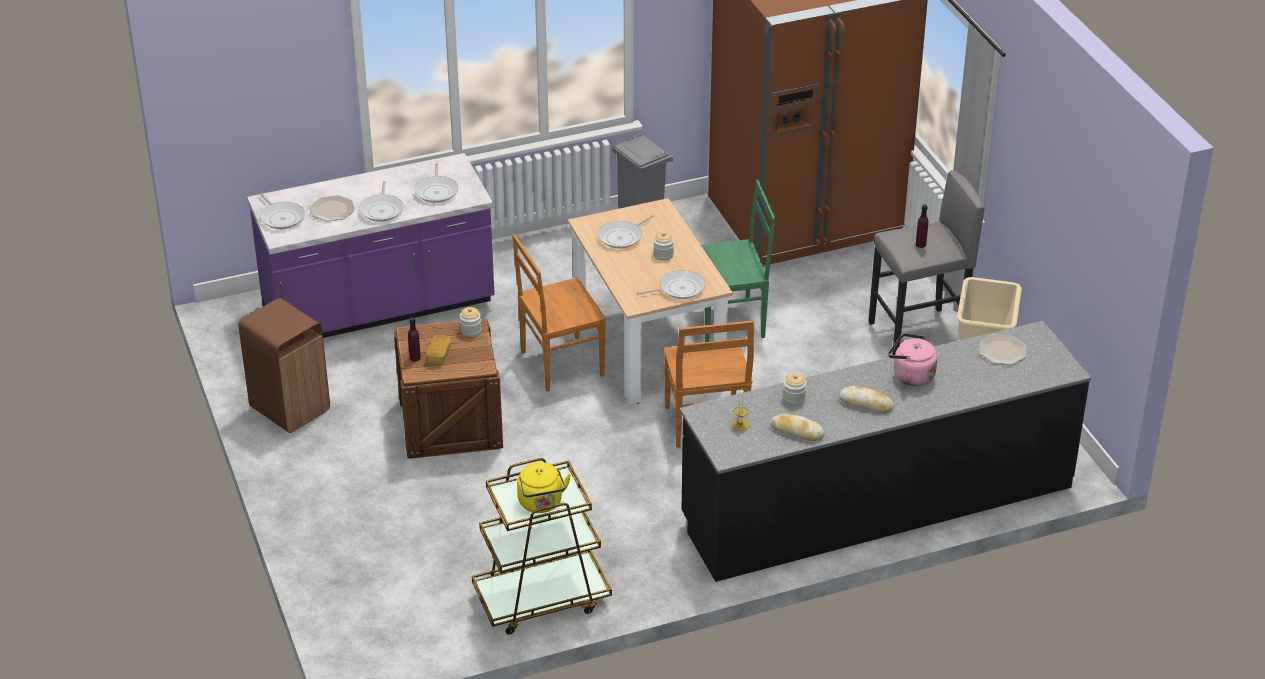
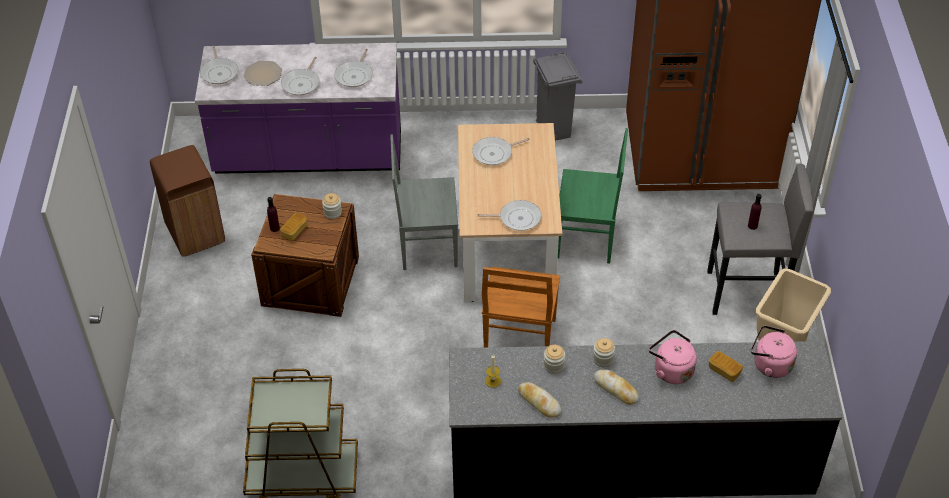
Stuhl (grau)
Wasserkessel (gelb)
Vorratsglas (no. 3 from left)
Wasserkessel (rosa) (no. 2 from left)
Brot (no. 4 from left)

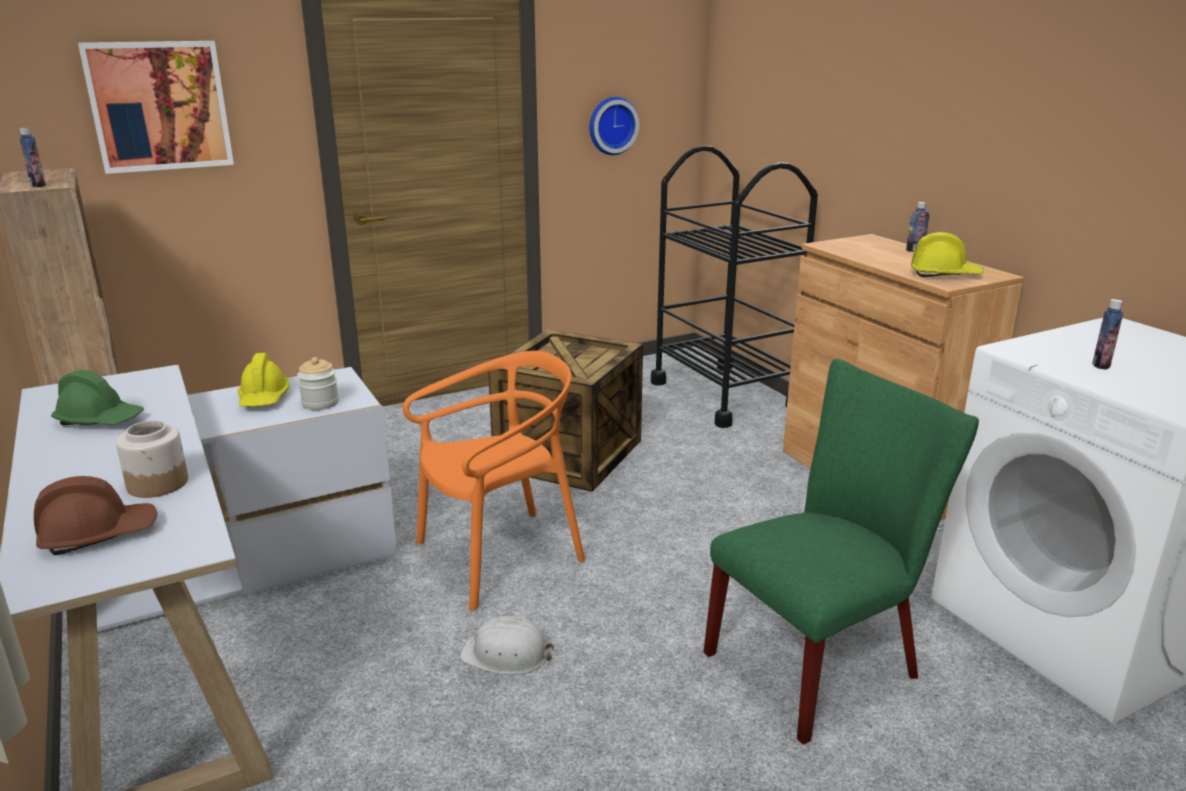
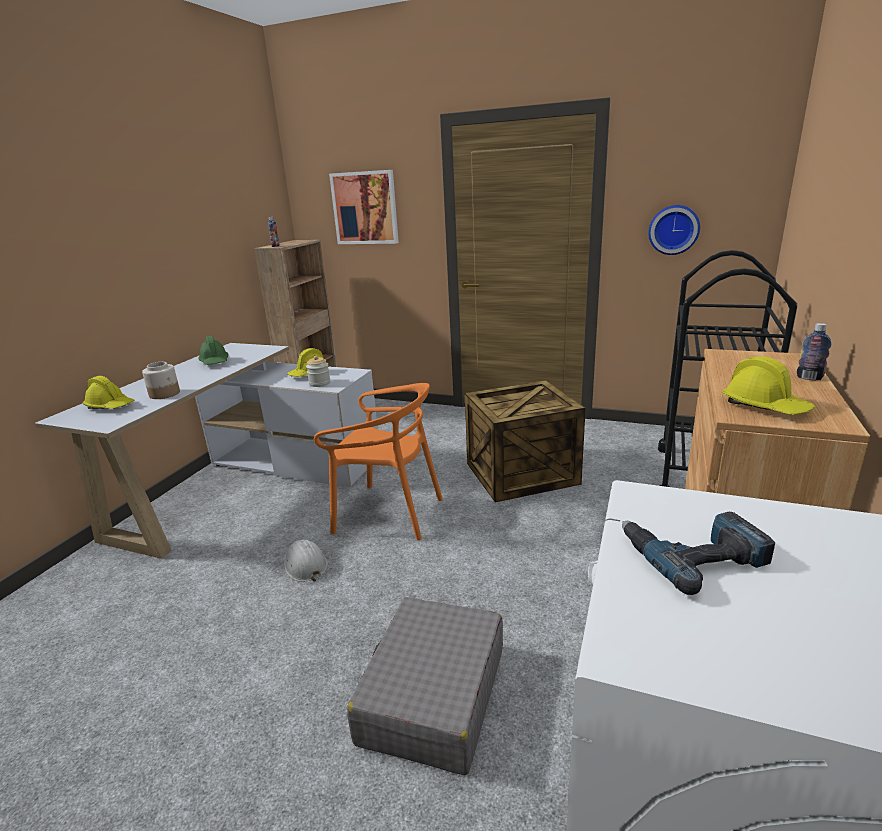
Schutzhelm (gelb) (no. 1 from left)
Koffer (grau)
Bohrmaschine

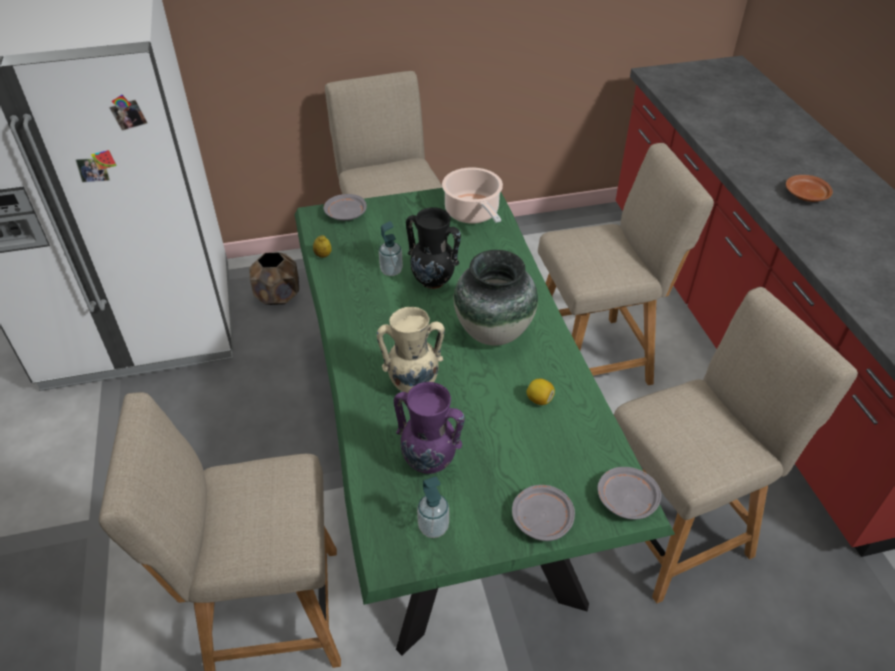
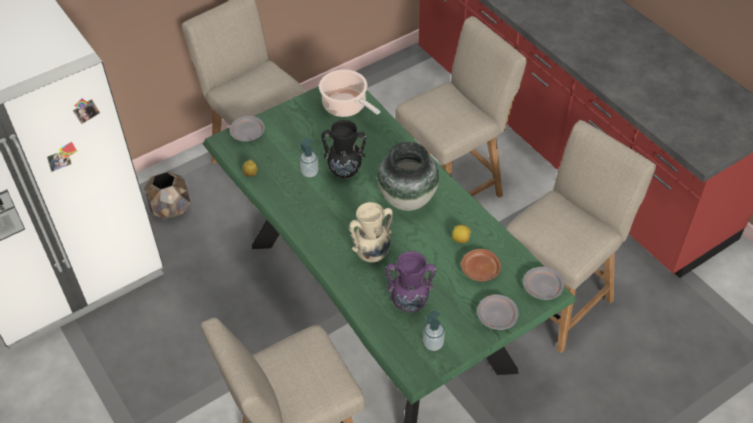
Teller (braun)

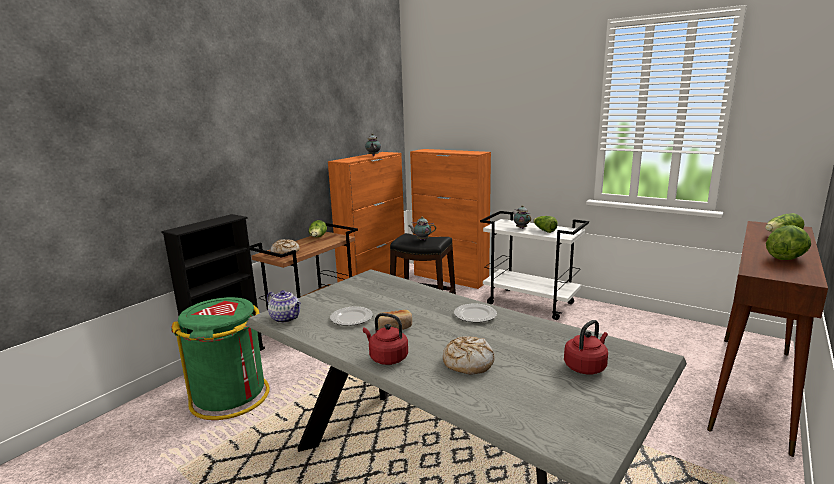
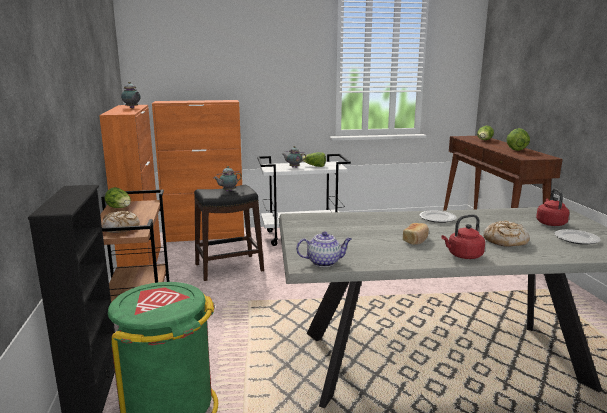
Teller (no. 2 from left)

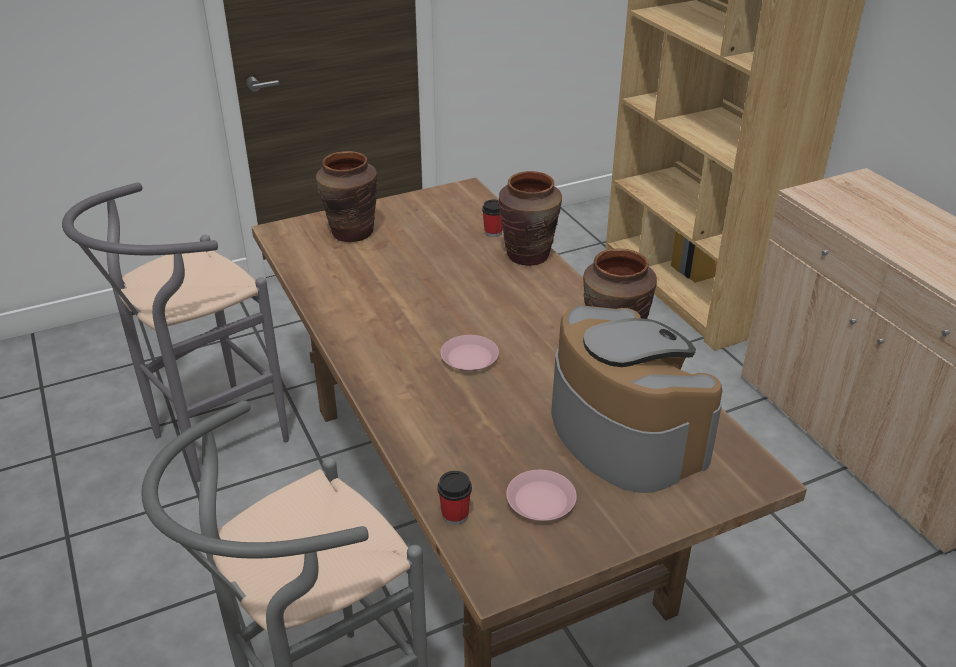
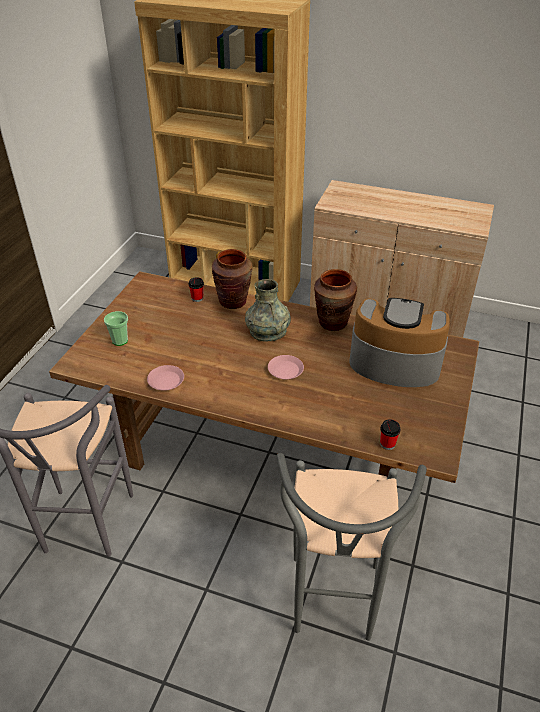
Tasse (no. 1 from left)
Teller (rosa) (no. 1 from left)
Vase (grau)

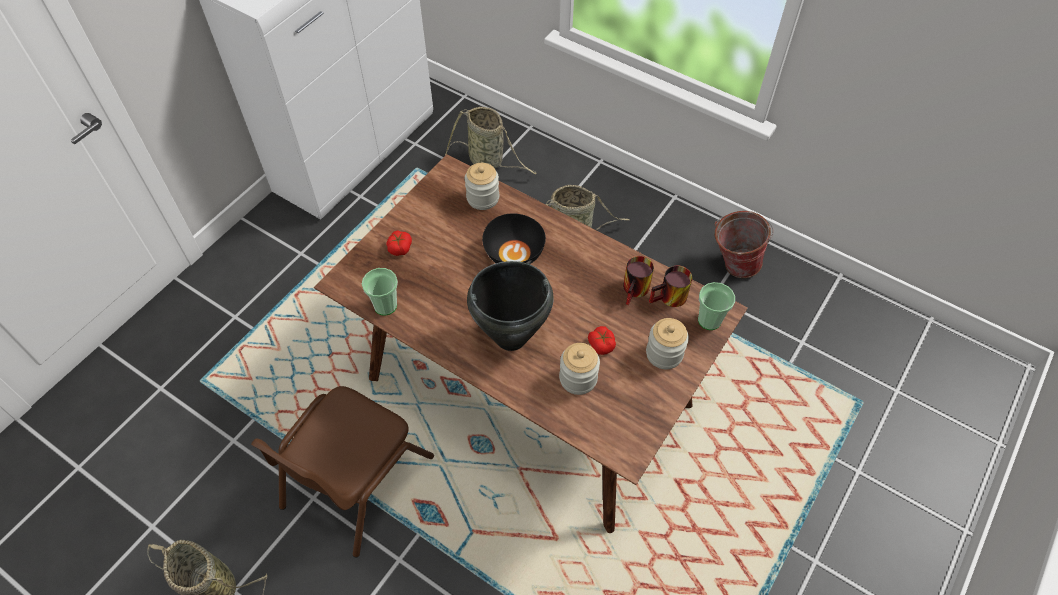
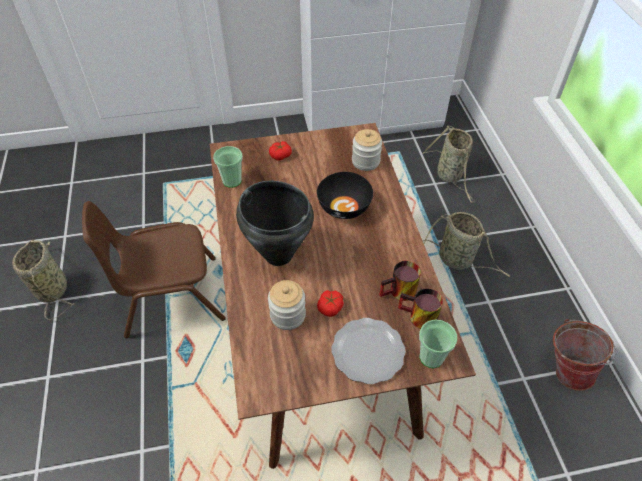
Teller

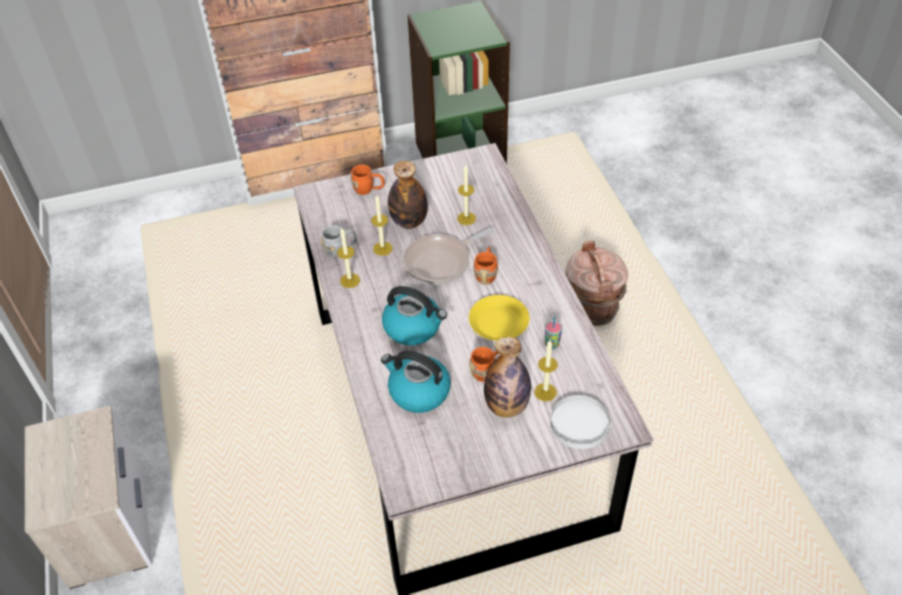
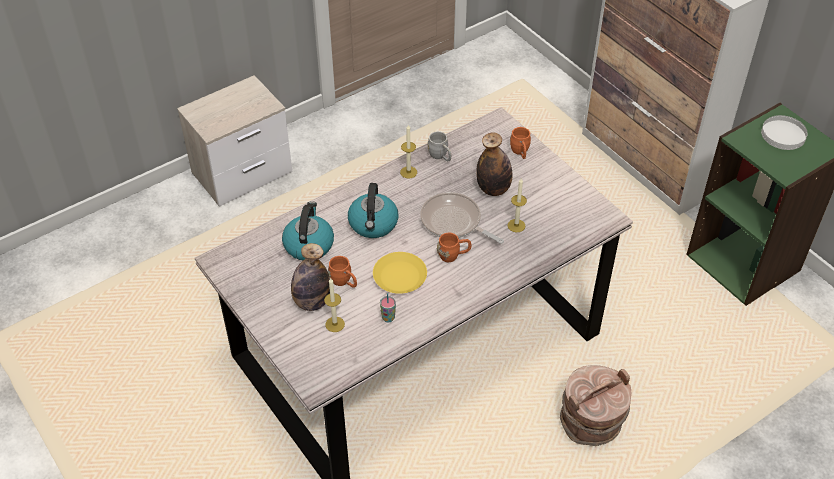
Kerze (no. 2 from left in the first image)
Teller (weiß)

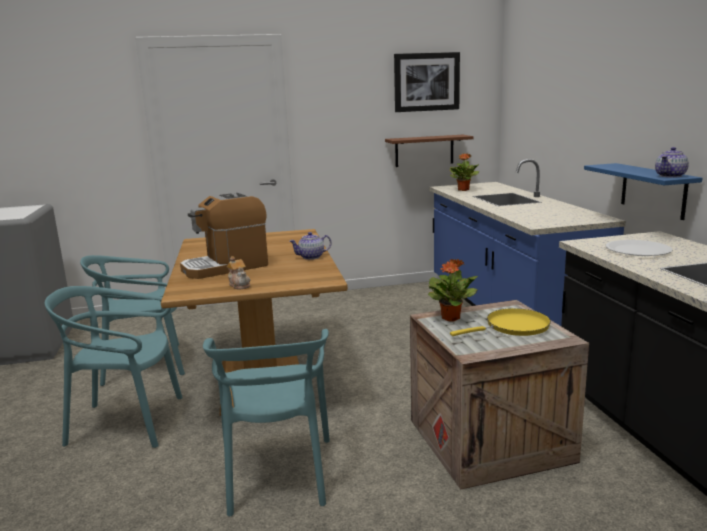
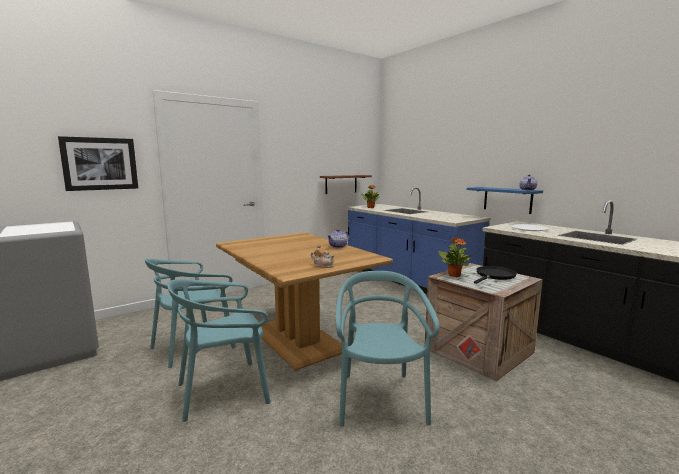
Kaffeemaschine
Stuhl (türkis) (no. 3 from left)
Bild
Pfanne (schwarz)

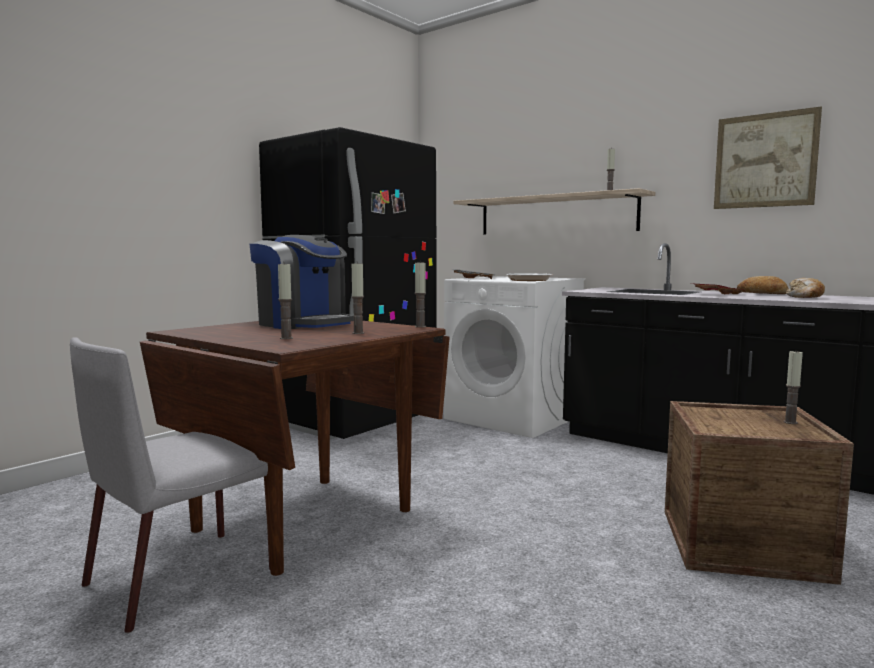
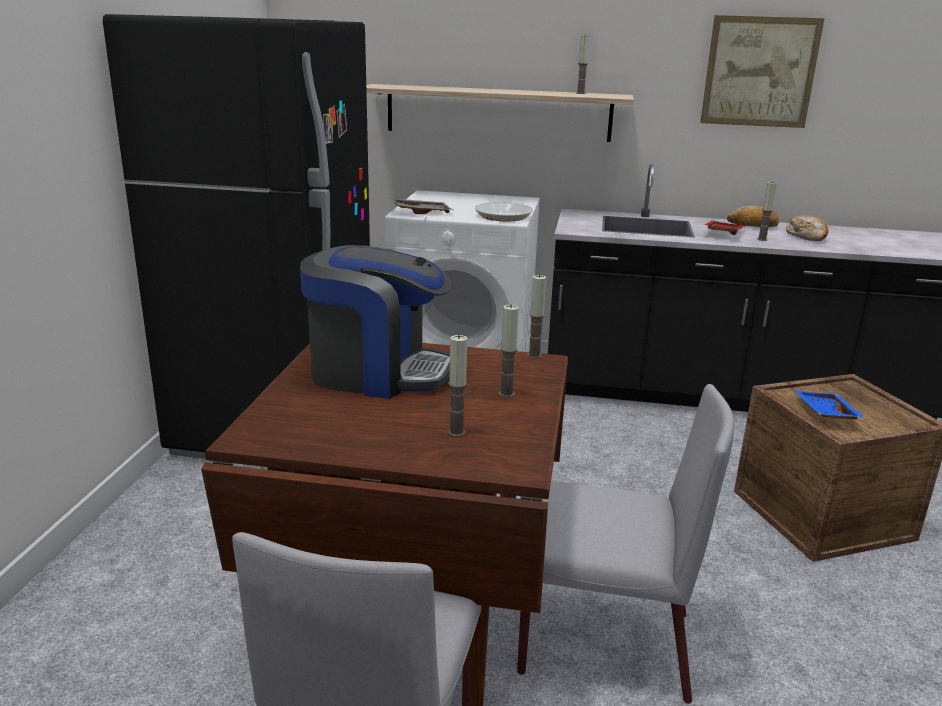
Kerze (no. 5 from left)
Stuhl (grau) (no. 2 from left)
Tablett (blau)

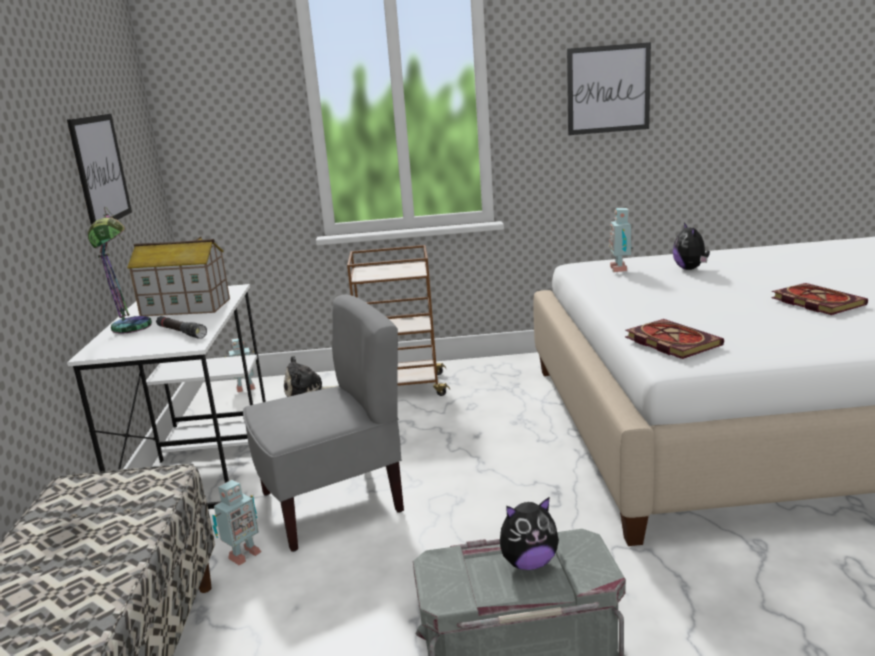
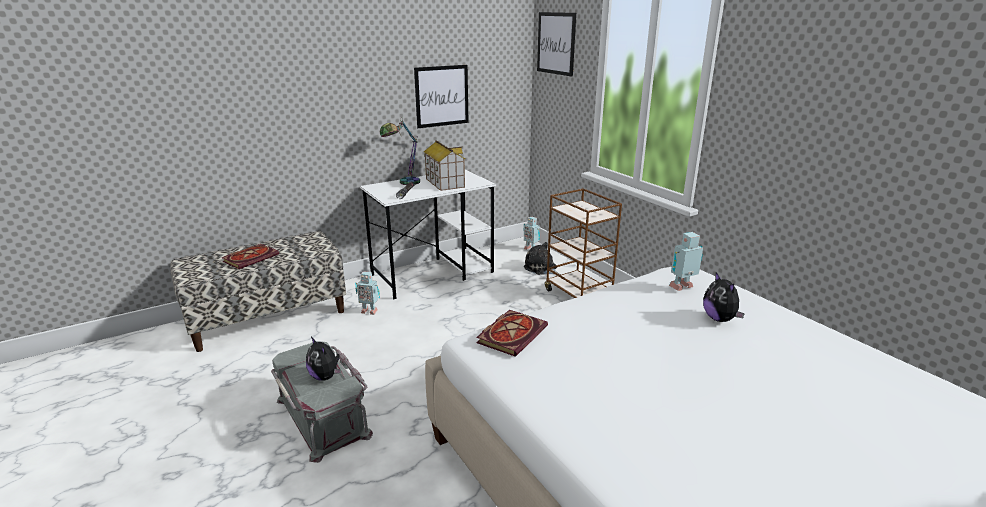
Stuhl (grau)
Bild (no. 2 from left)
Plüschtier (no. 3 from left)
Buch (no. 1 from left)

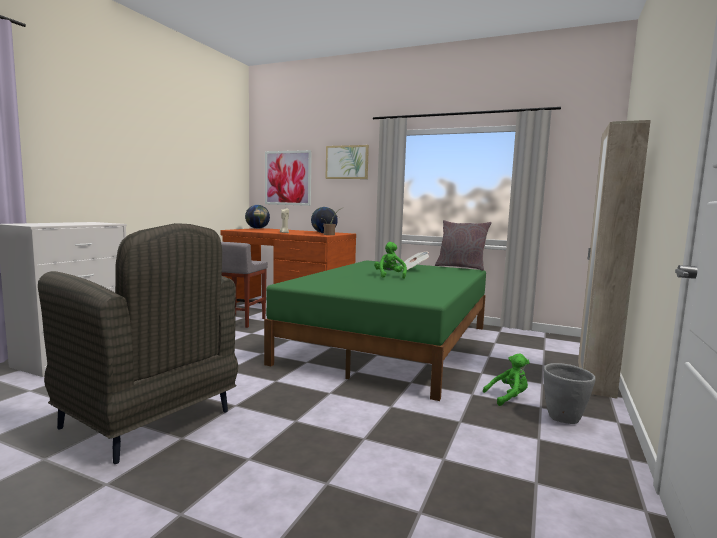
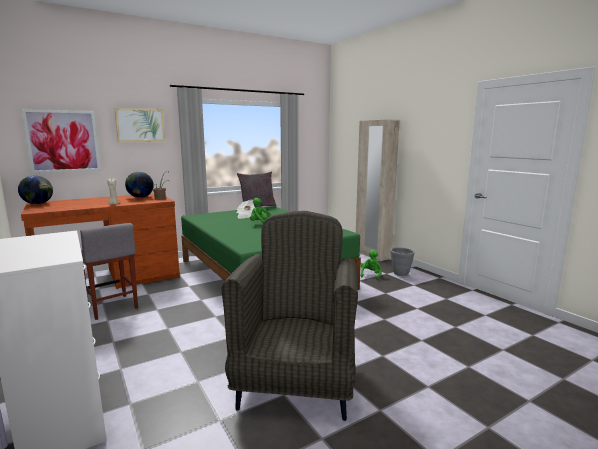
Sessel (grau)

